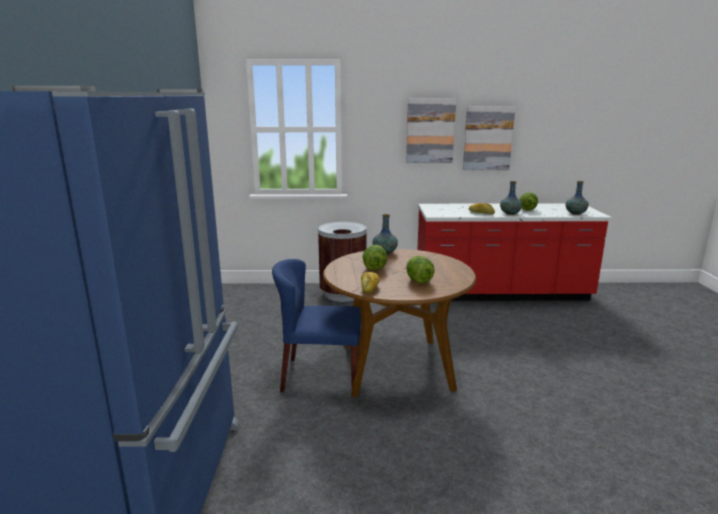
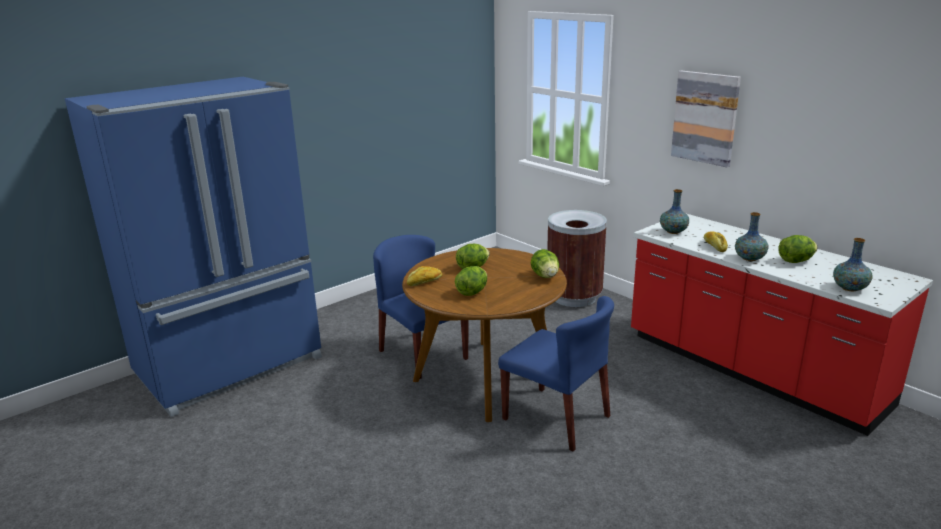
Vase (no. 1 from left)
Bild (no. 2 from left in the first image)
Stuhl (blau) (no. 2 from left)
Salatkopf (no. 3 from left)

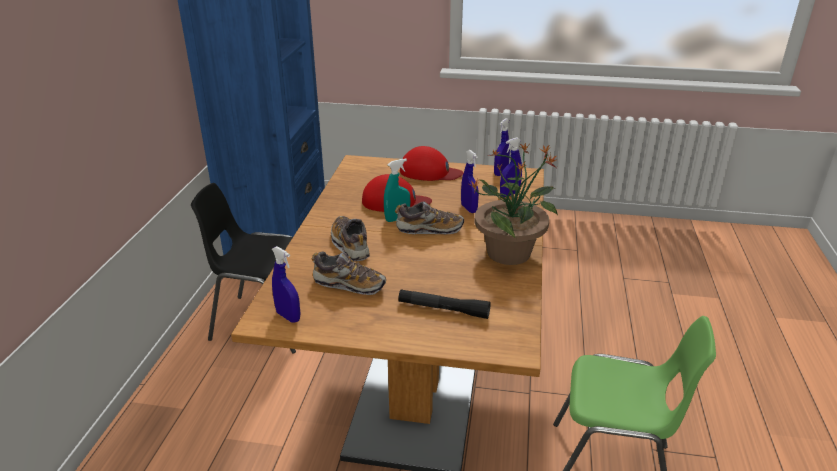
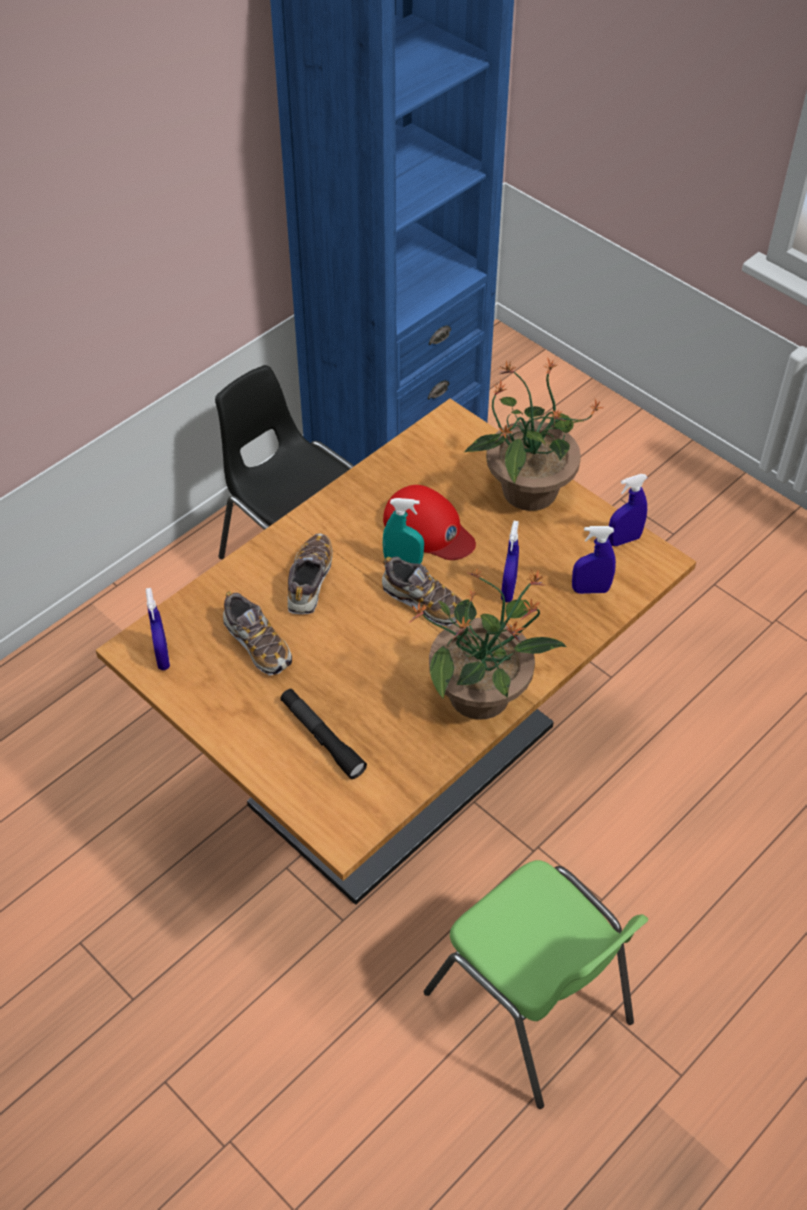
Topfpflanze (no. 2 from left)

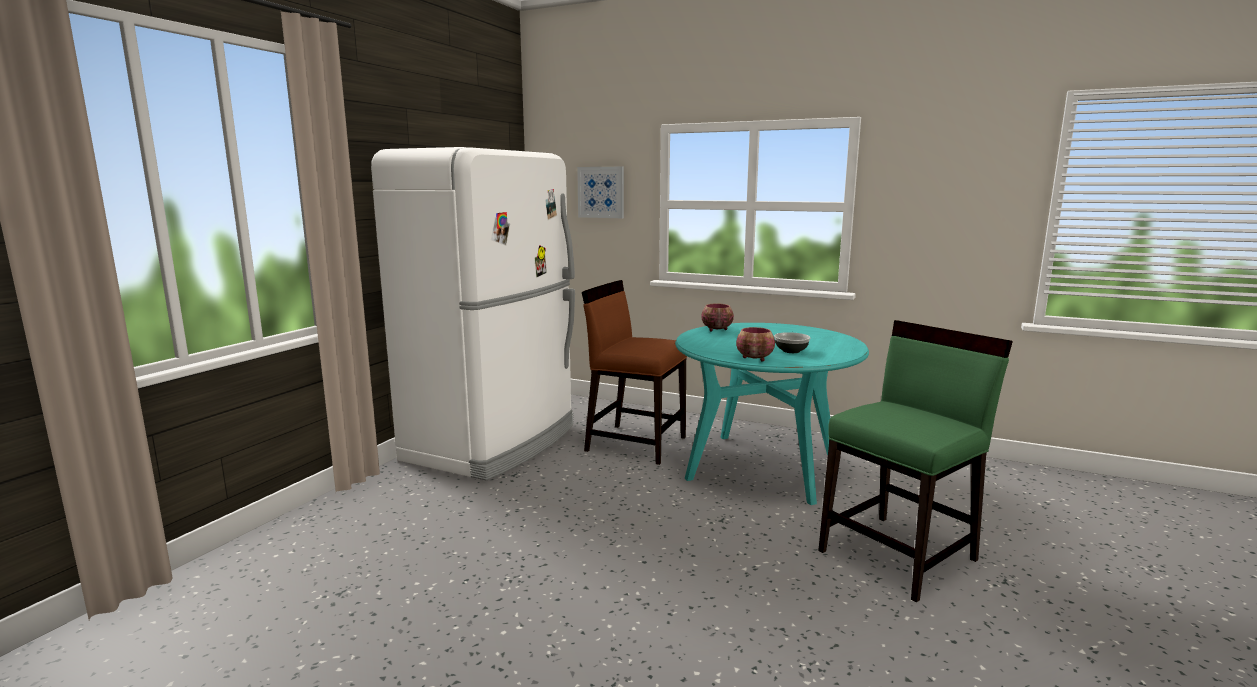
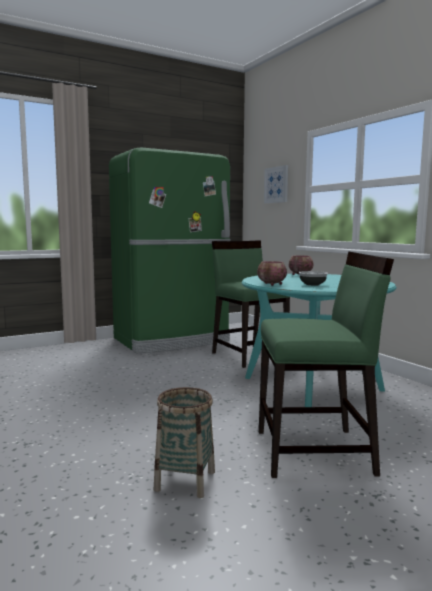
Kühlschrank (grün)
Stuhl (grün) (no. 1 from left)
Korb

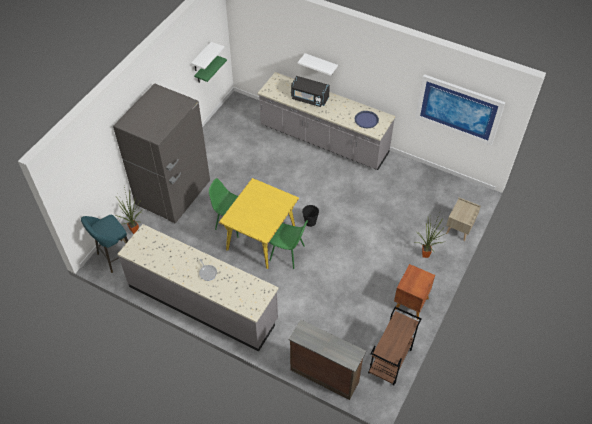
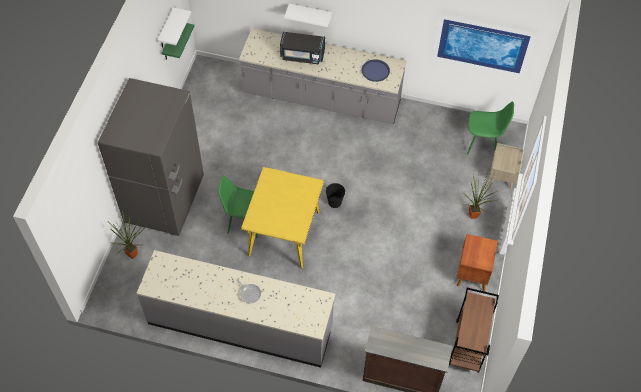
Hocker (türkis)
Stuhl (grün) (no. 2 from left)

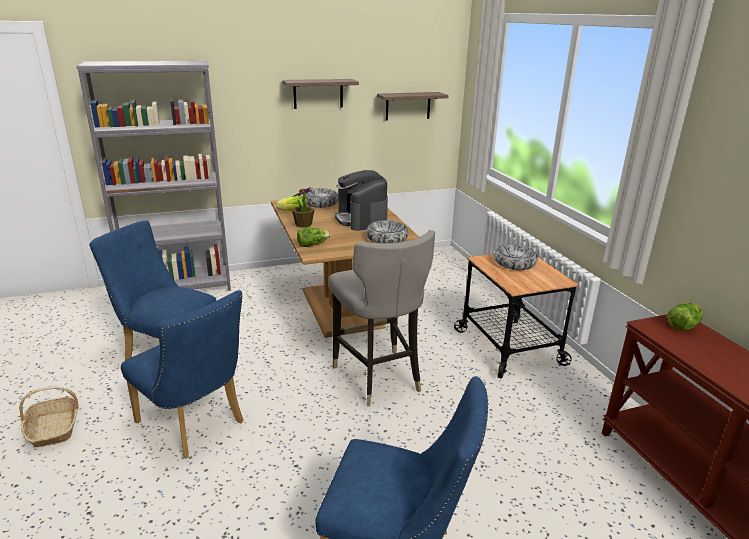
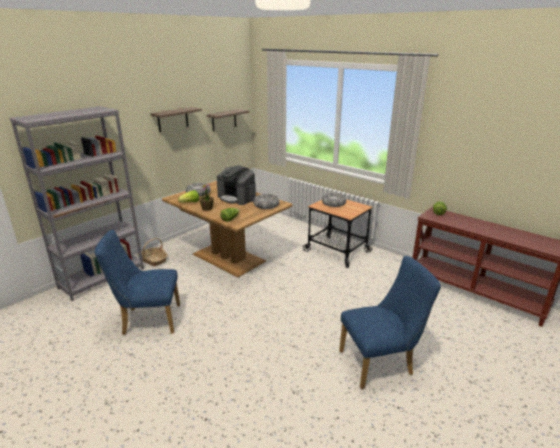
Korb
Stuhl (blau) (no. 2 from left in the first image)
Hocker (grau)

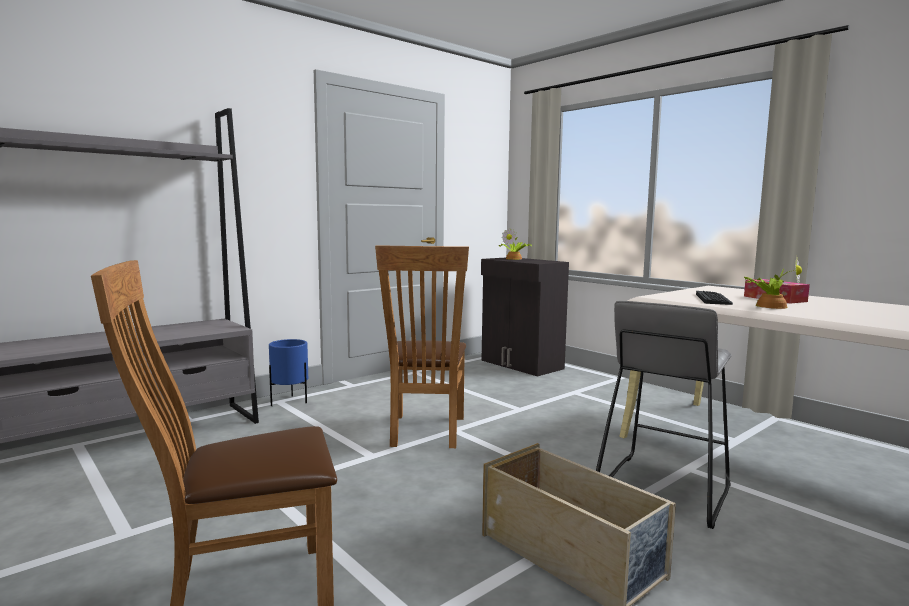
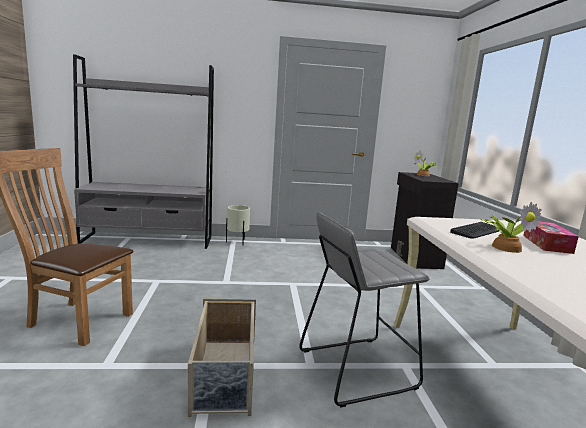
Pflanzkübel (beige)
Stuhl (braun) (no. 2 from left in the first image)

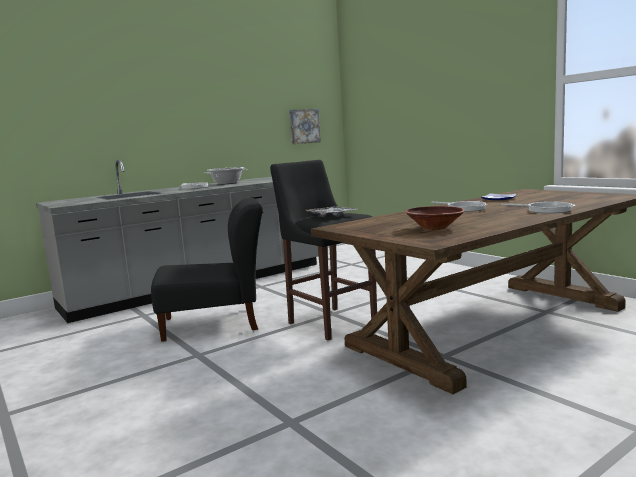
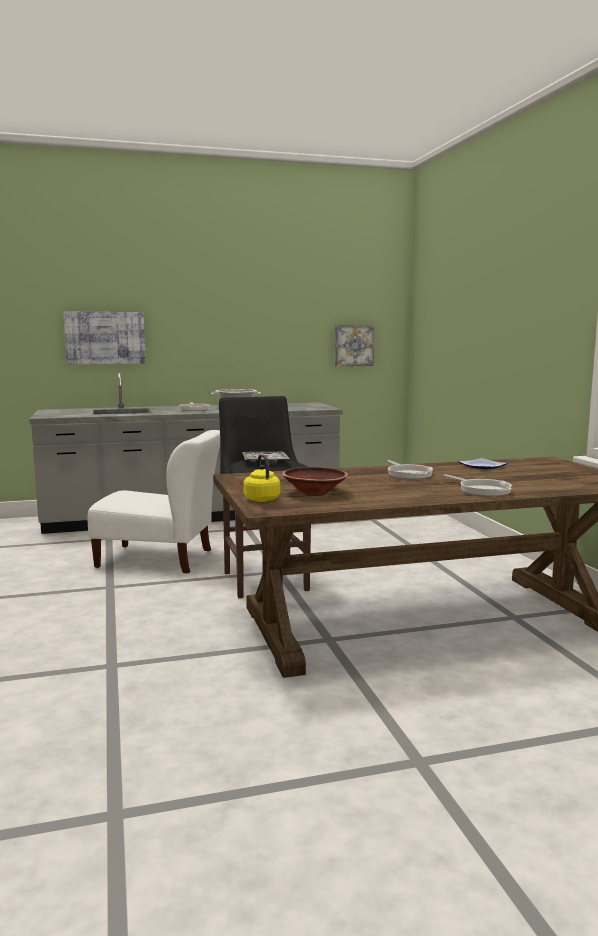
Stuhl (weiß)
Bild (no. 1 from left)
Wasserkessel (gelb)

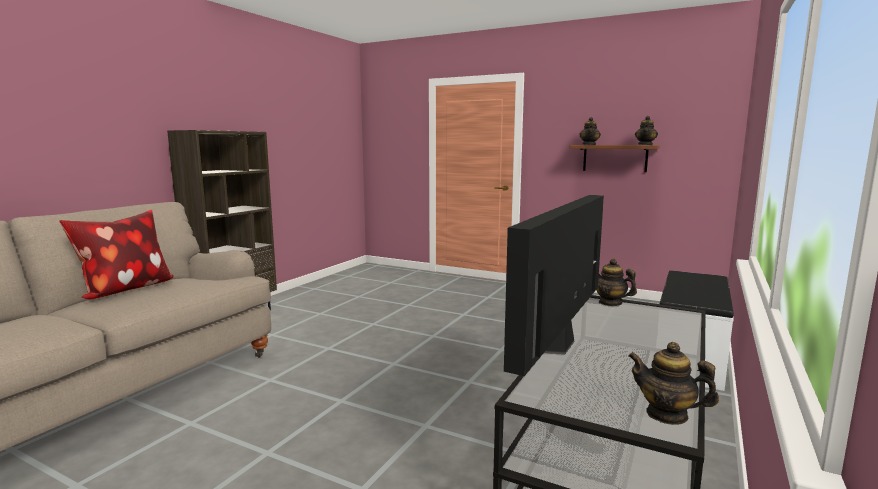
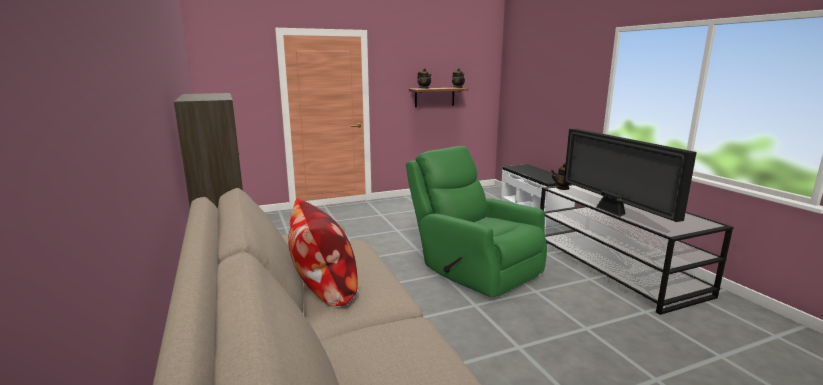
Teekanne (no. 4 from left in the first image)
Sessel (grün)

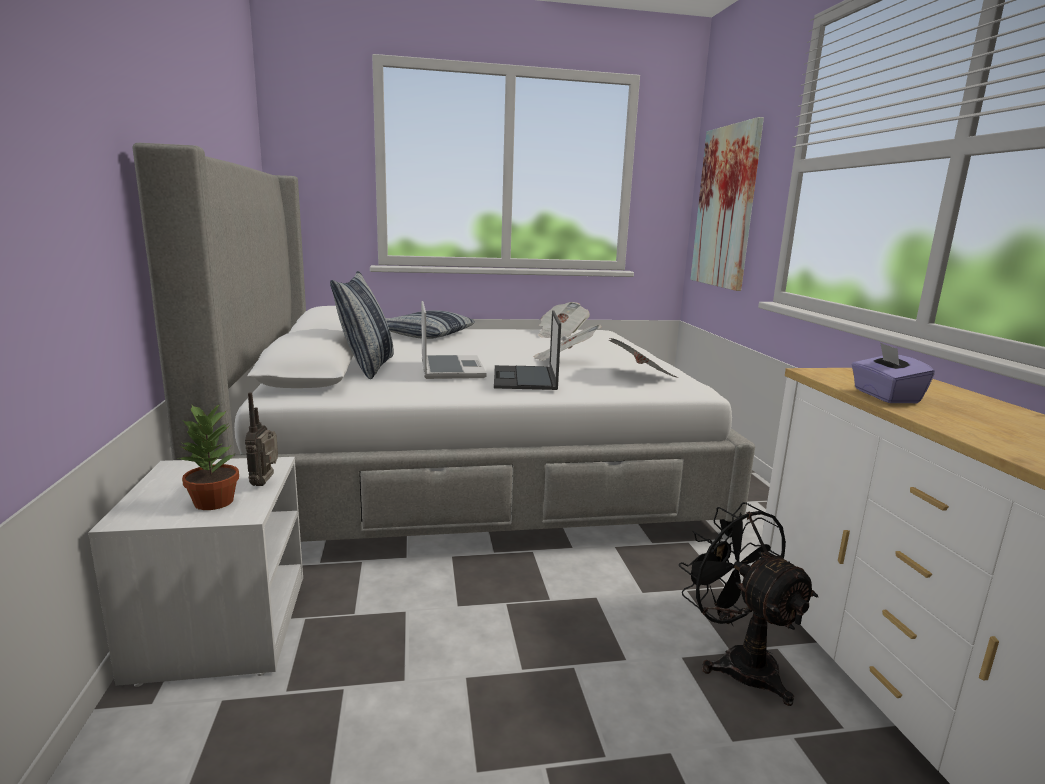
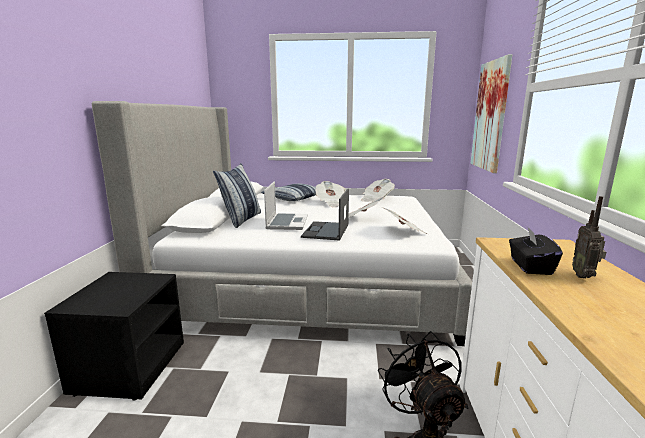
Nachttisch (schwarz)
Topfpflanze
Radio
Taschentuchbox (schwarz)
Zeitung (no. 1 from left)

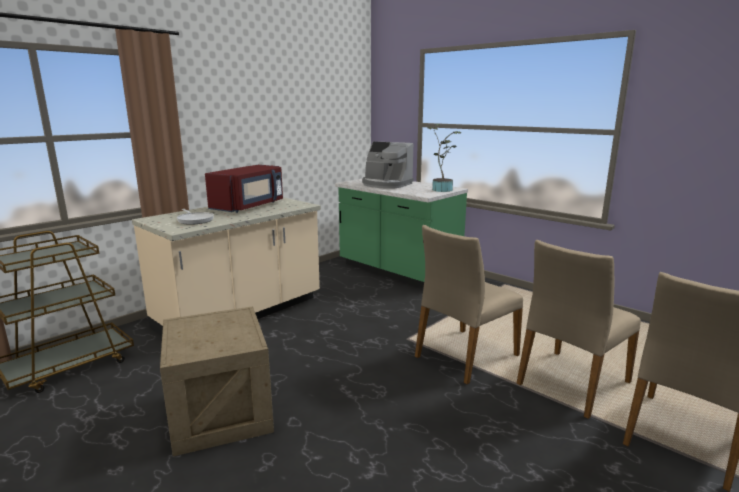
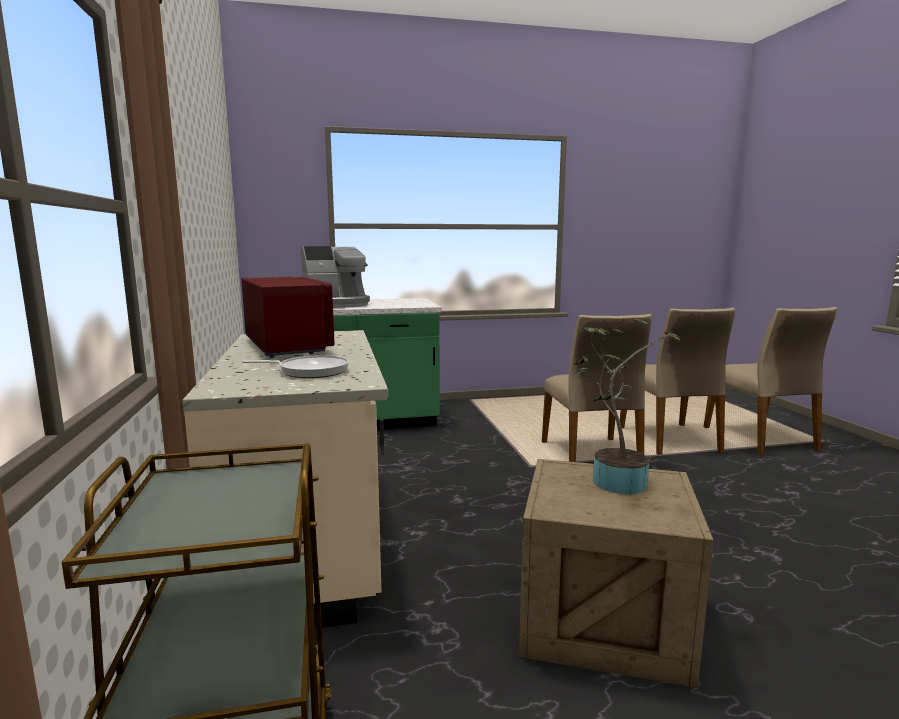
Topfpflanze

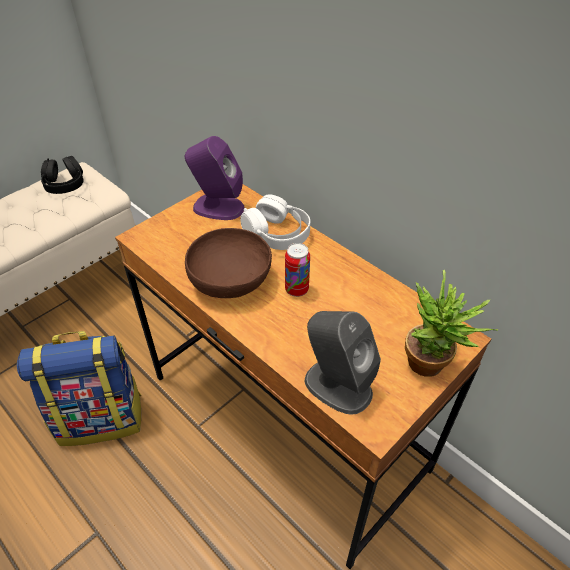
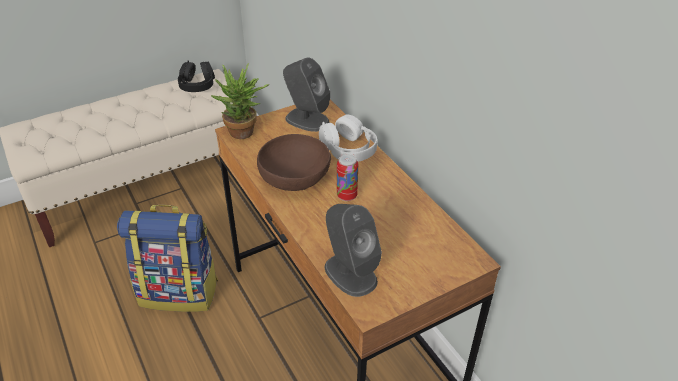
Lautsprecher (grau) (no. 1 from left)
Topfpflanze

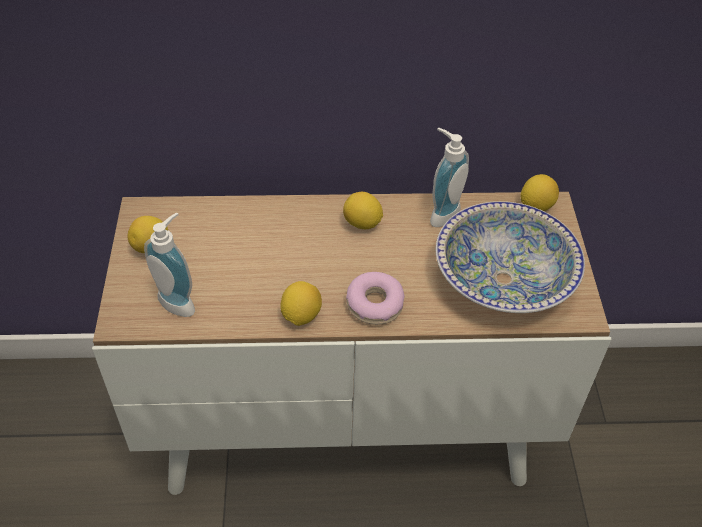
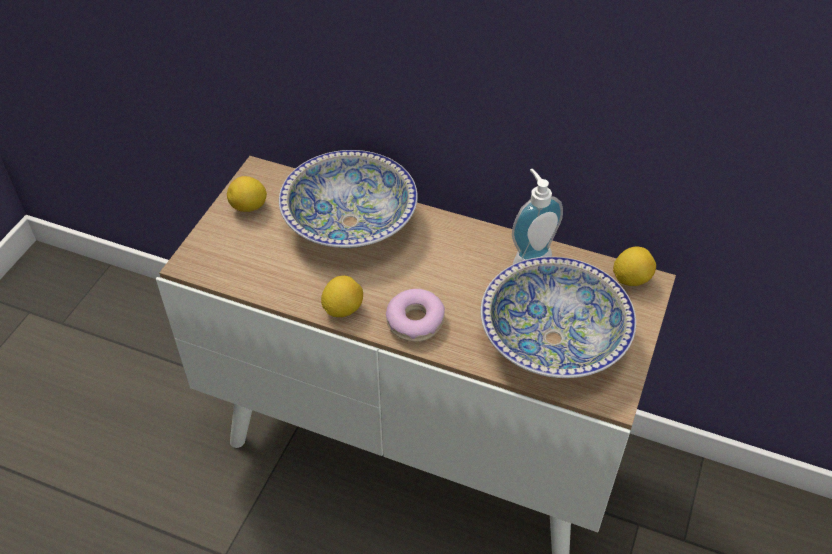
Seifenspender (no. 1 from left in the first image)
Zitrone (no. 3 from left in the first image)
Schüssel (no. 1 from left)

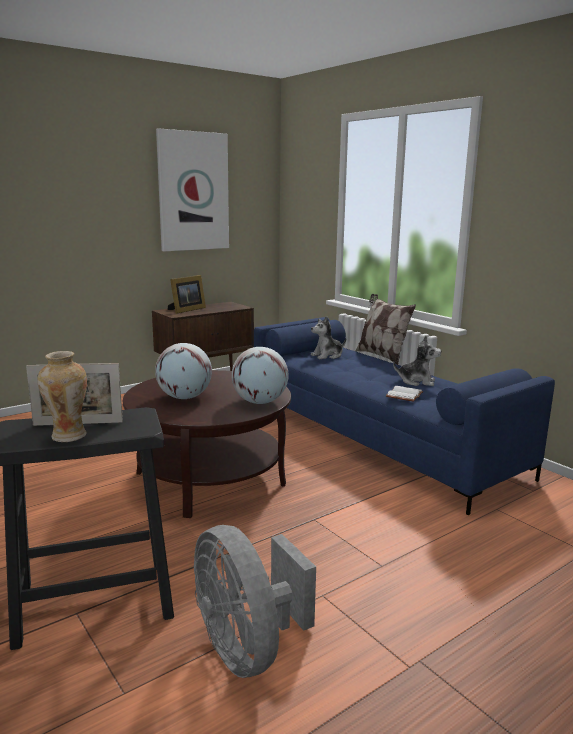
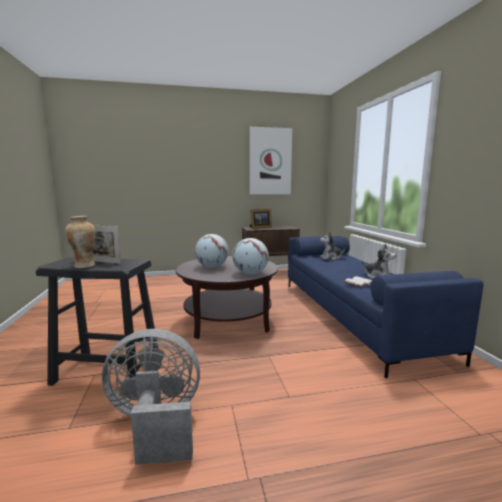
Ventilator (grau)
Kissen

